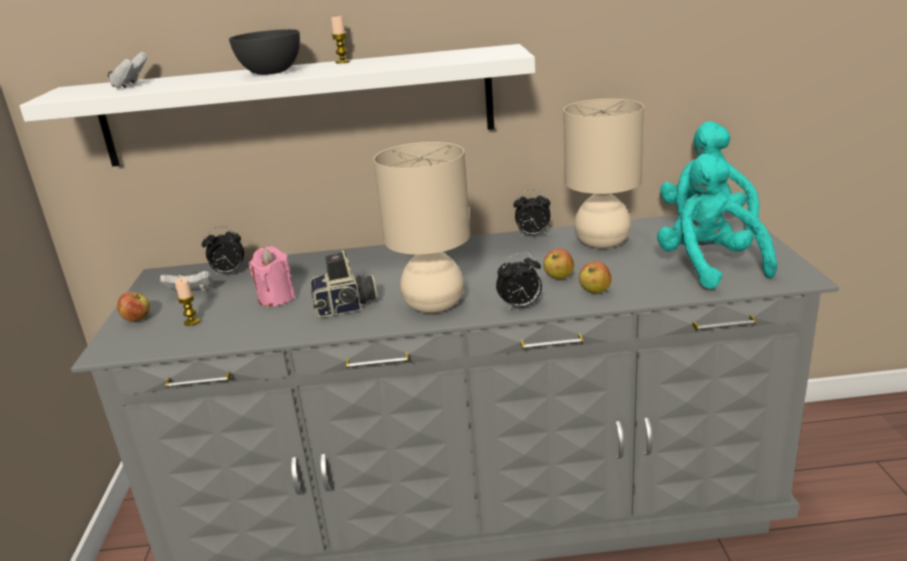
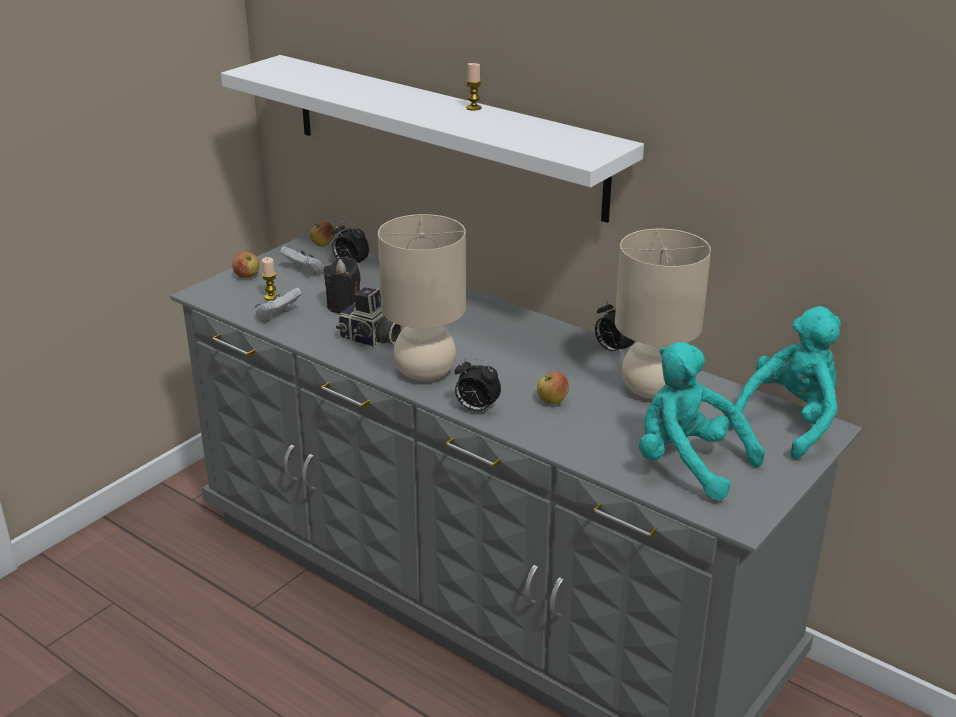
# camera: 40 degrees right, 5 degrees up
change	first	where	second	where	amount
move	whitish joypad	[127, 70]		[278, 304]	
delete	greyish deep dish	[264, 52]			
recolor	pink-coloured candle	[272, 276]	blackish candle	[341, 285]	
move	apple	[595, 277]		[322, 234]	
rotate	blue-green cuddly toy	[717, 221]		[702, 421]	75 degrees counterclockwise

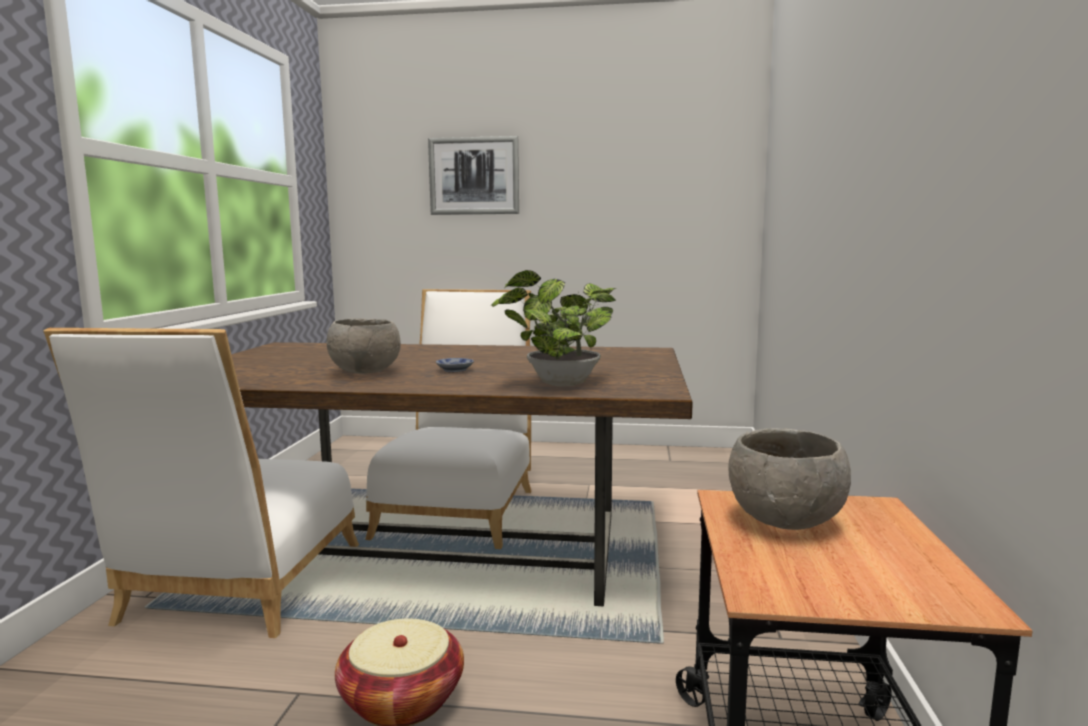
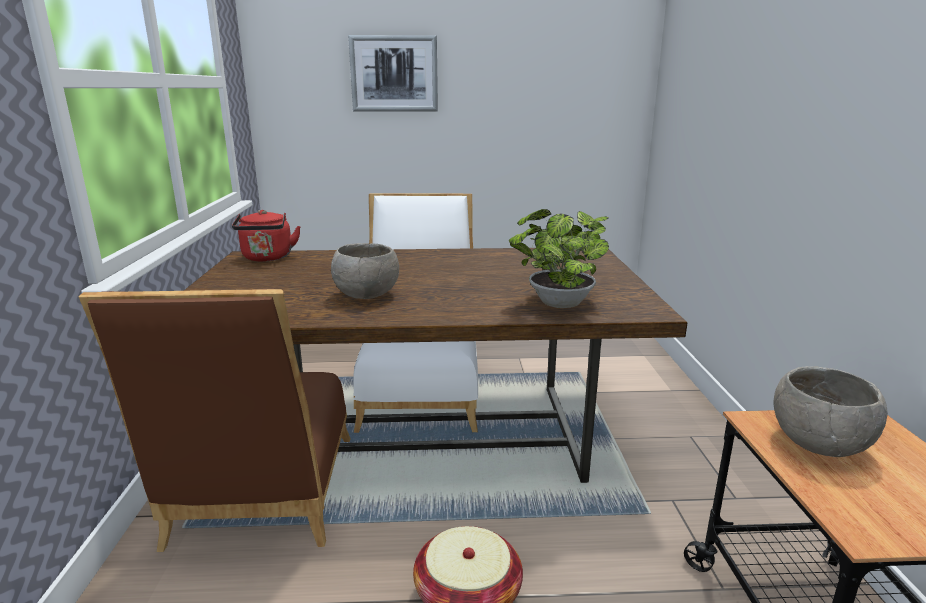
# camera: 10 degrees left, 10 degrees up
change	first	where	second	where	amount
recolor	whitish plain chair	[201, 483]	brown plain chair	[214, 420]	
delete	deep dish	[455, 365]			
insert			red kettle	[266, 235]	

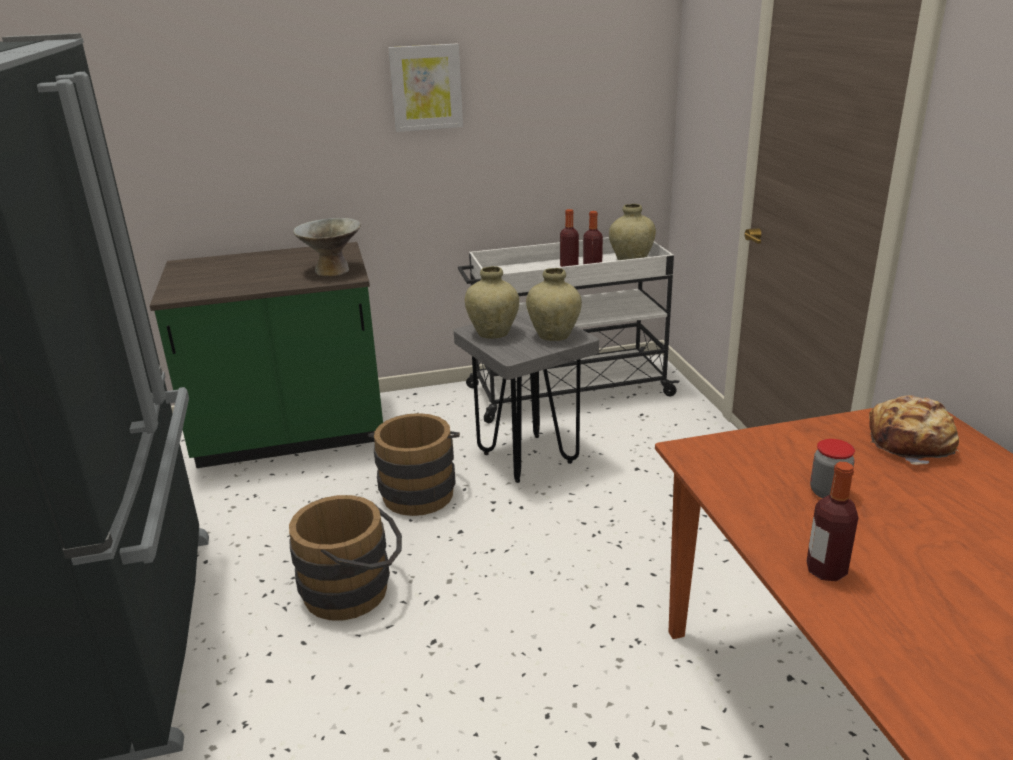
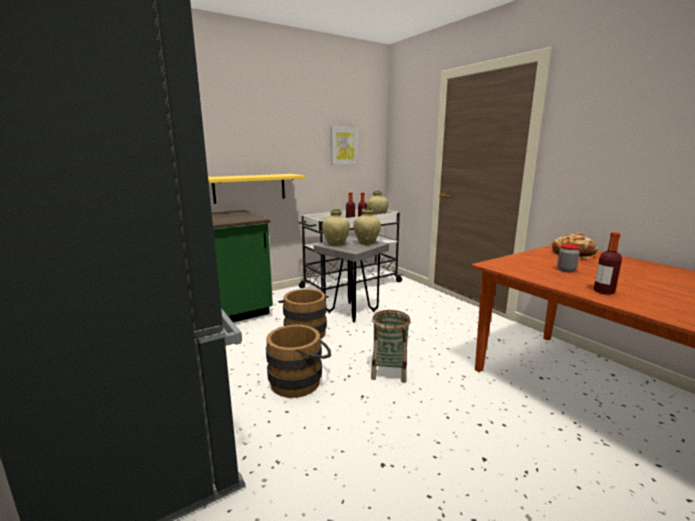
# camera: 20 degrees left, 10 degrees down
change	first	where	second	where	amount
delete	greyish deep dish	[327, 247]			
move	wall picture	[425, 88]		[344, 146]	
insert			yellow bracket shelf	[256, 189]	
insert			basket	[391, 346]	

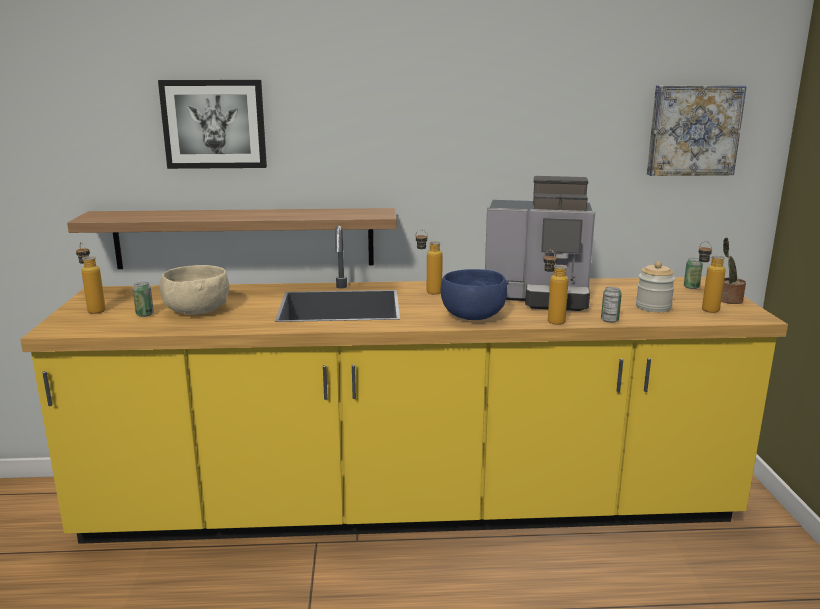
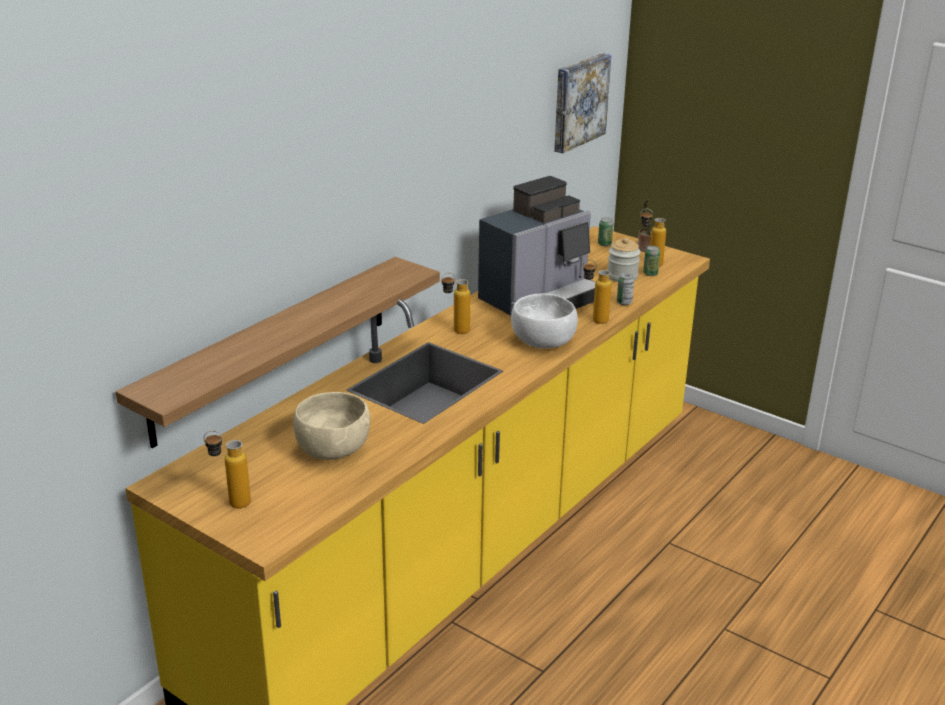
# camera: 50 degrees left, 10 degrees up
change	first	where	second	where	amount
move	sealed can	[143, 299]		[651, 261]	
delete	wall picture	[212, 124]			
recolor	blue deep dish	[475, 294]	whitish deep dish	[544, 320]	

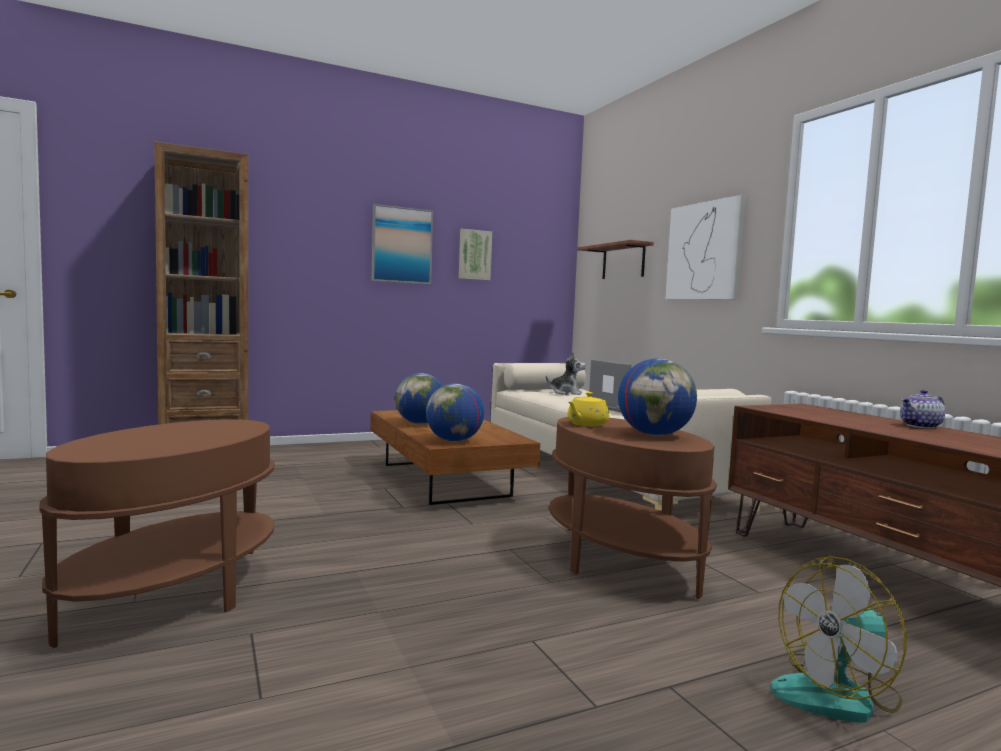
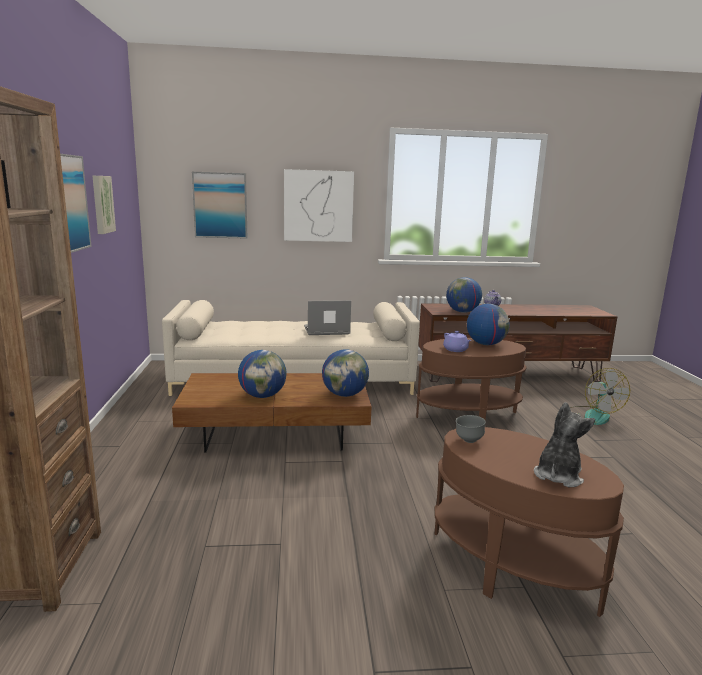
# camera: 70 degrees left, 10 degrees up
change	first	where	second	where	amount
move	cuddly toy	[566, 373]		[564, 444]	
recolor	yellow pot for tea	[588, 409]	purple-coloured pot for tea	[457, 341]	
replace	bracket shelf	[615, 259]	wall picture	[219, 205]	
insert			desk globe	[464, 295]	
insert			greyish deep dish	[471, 429]	

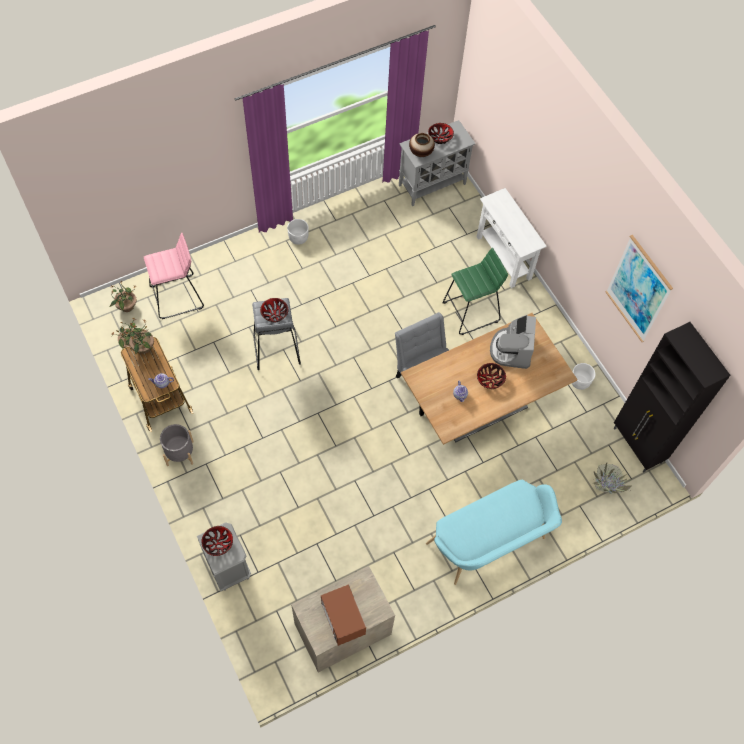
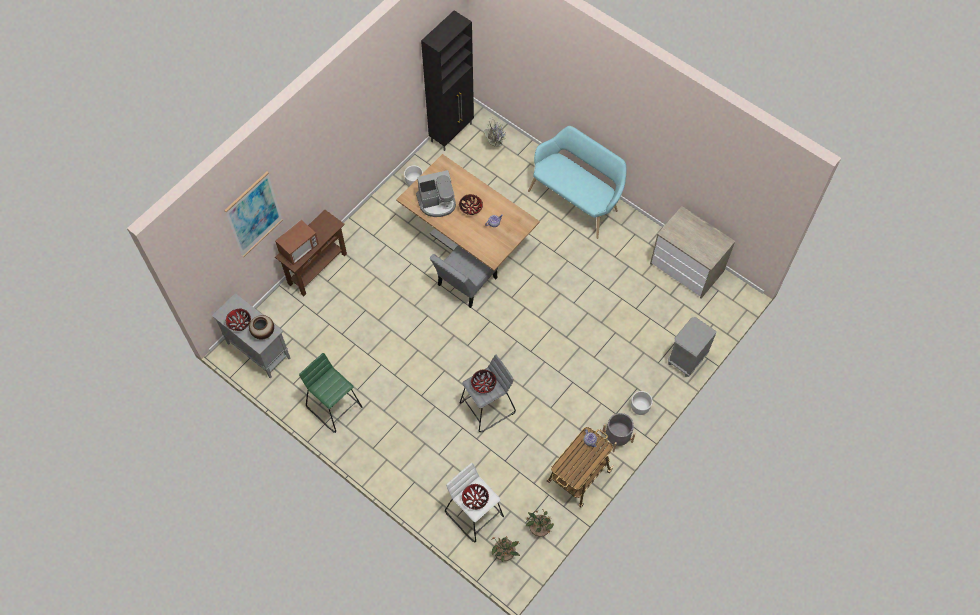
# camera: 110 degrees left, 0 degrees up
change	first	where	second	where	amount
delete	potted plant	[139, 337]			
recolor	pink-coloured stool seat	[174, 276]	whitish stool seat	[474, 502]	
move	deep dish	[217, 541]		[475, 497]	
move	whitish flower pot	[298, 232]		[642, 403]	
move	kitchen microwave	[343, 615]		[297, 242]	
move	green stool seat	[475, 291]		[331, 393]	
recolor	whitish narrow table	[512, 238]	brown narrow table	[311, 253]	
move	wall picture	[639, 288]		[253, 215]	

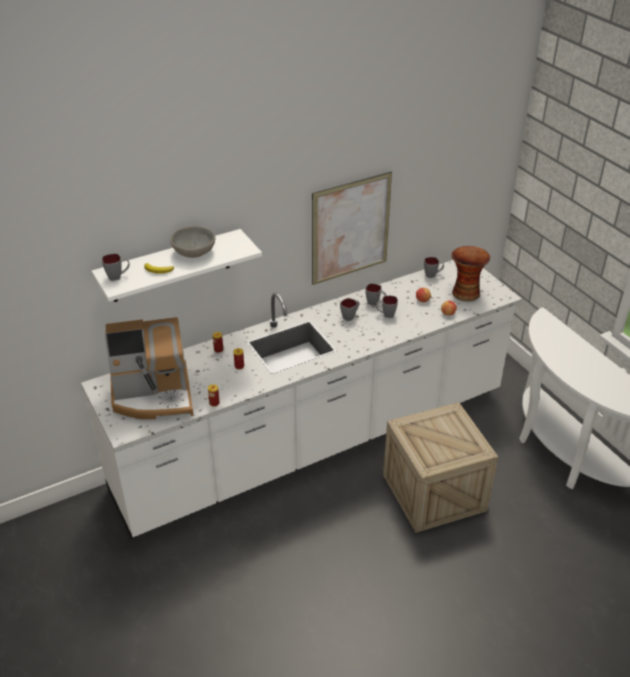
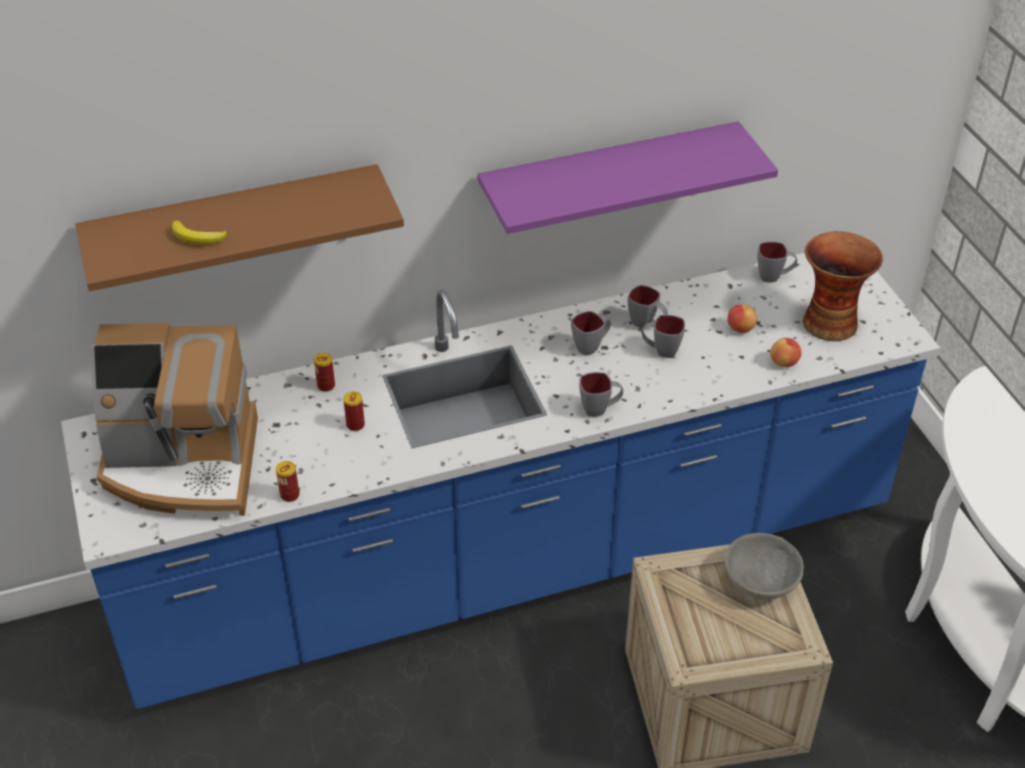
# camera: 10 degrees right, 5 degrees up
change	first	where	second	where	amount
recolor	whitish kitchen base unit	[301, 399]	blue kitchen base unit	[500, 481]	
recolor	whitish bracket shelf	[177, 265]	brown bracket shelf	[239, 227]	
move	greyish mug	[116, 267]		[601, 394]	
move	greyish deep dish	[193, 242]		[764, 566]	
replace	wall picture	[352, 228]	purple-coloured bracket shelf	[627, 177]	

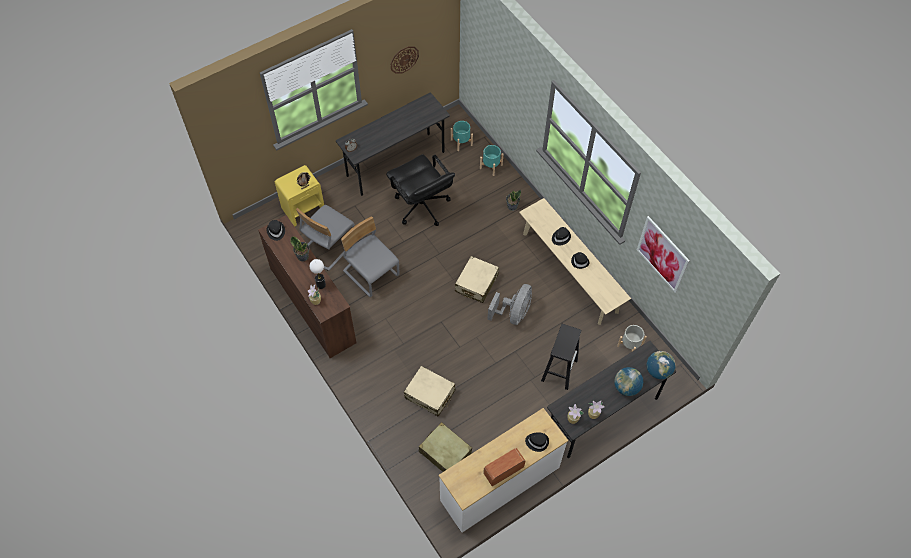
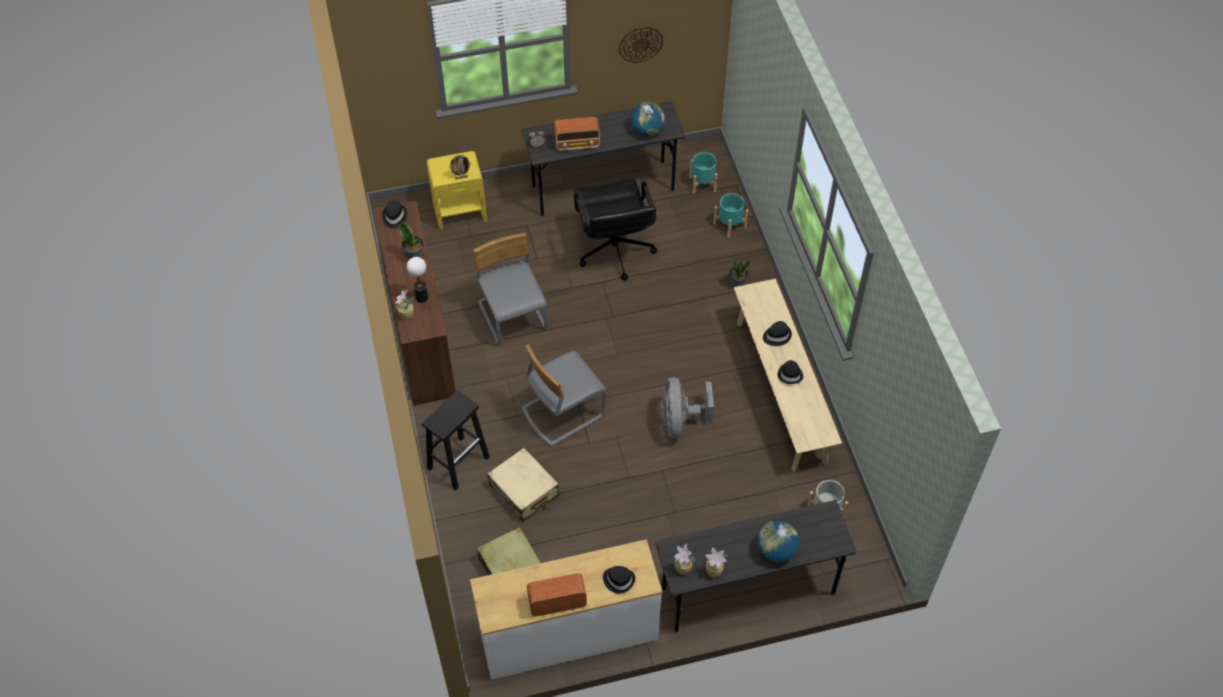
# camera: 20 degrees right, 5 degrees down
change	first	where	second	where	amount
move	greyish plain chair	[325, 238]		[564, 395]	
delete	beige suitcase	[477, 279]			
rotate	greyish fan	[509, 304]		[687, 407]	135 degrees clockwise
move	blackish stool seat	[561, 357]		[456, 440]	
delete	wall picture	[663, 254]			
move	desk globe	[661, 365]		[648, 119]	
insert			radio receiver	[577, 134]	

